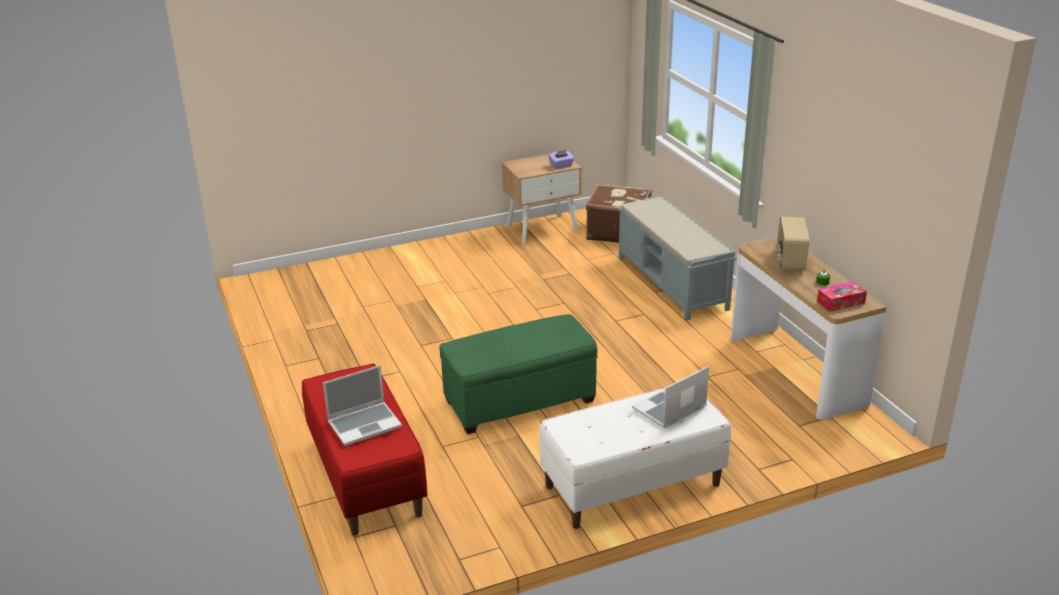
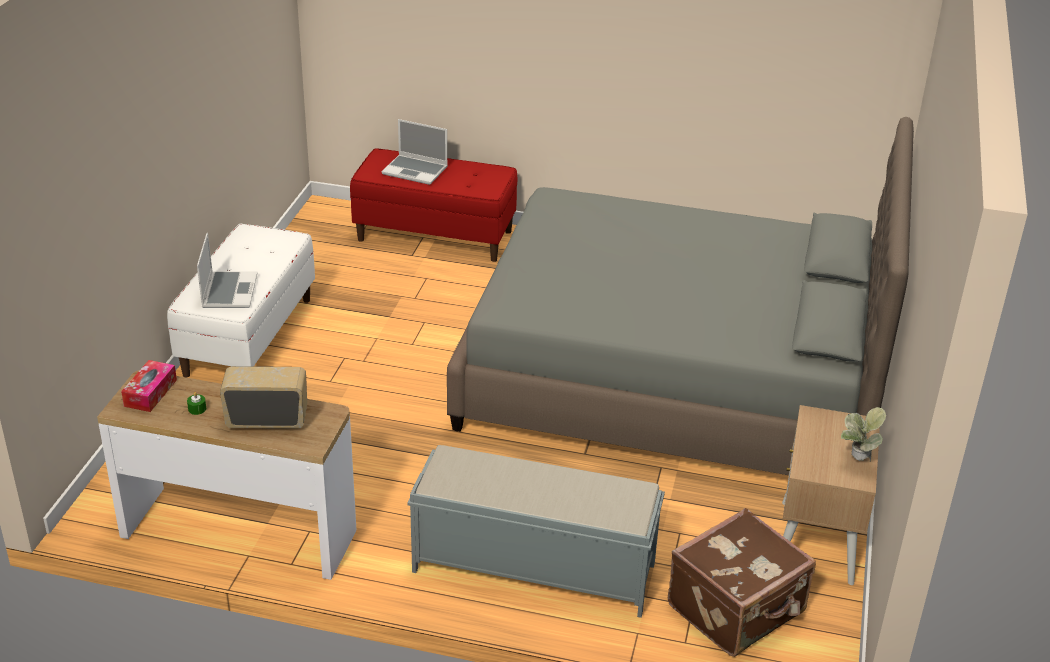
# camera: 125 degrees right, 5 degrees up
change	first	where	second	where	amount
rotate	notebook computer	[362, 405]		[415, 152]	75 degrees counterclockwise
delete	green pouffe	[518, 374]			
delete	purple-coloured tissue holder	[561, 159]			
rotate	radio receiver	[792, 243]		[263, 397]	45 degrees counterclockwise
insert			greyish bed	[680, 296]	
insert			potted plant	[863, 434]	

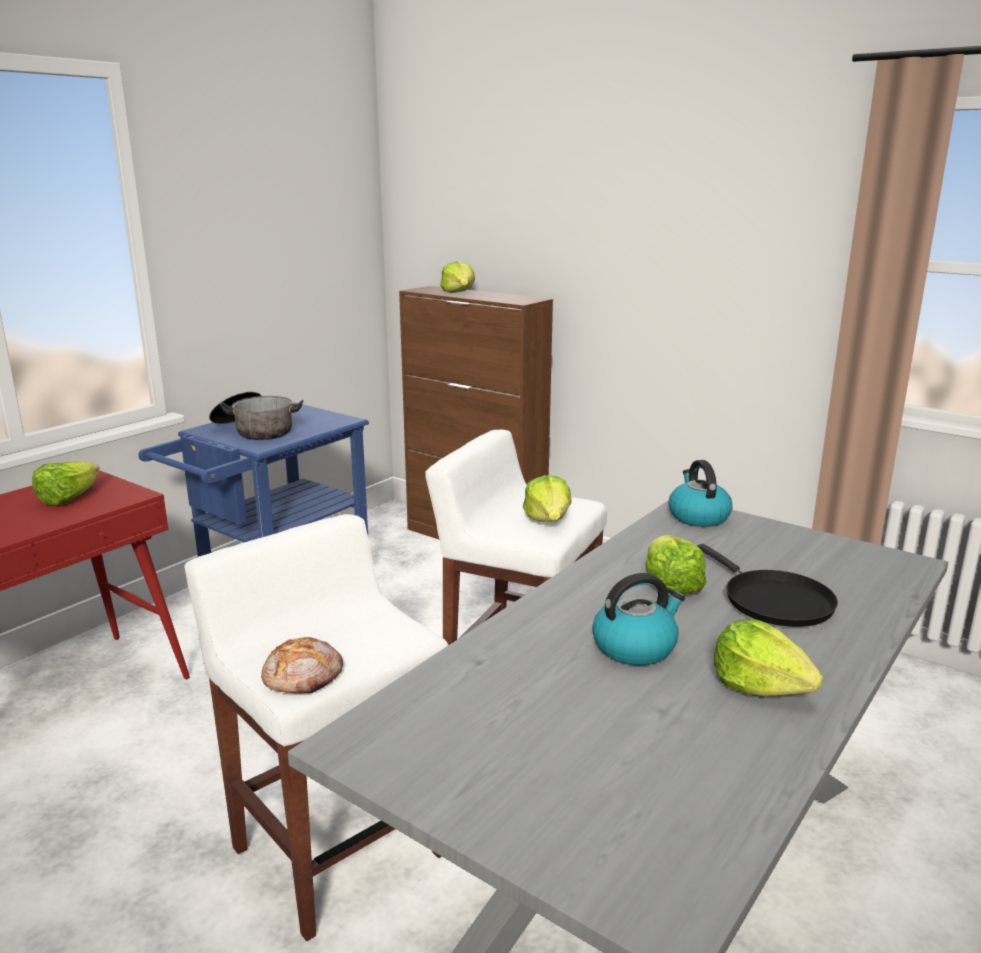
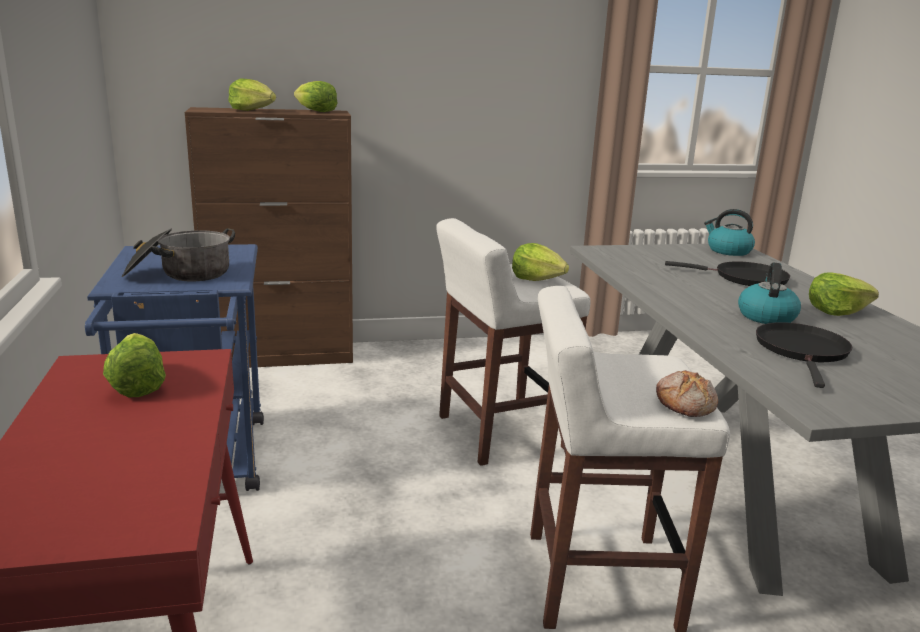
# camera: 50 degrees left, 0 degrees up
change	first	where	second	where	amount
move	lettuce head	[676, 564]		[316, 96]	
move	kettle	[701, 493]		[729, 232]	
insert			blackish pan	[804, 355]	

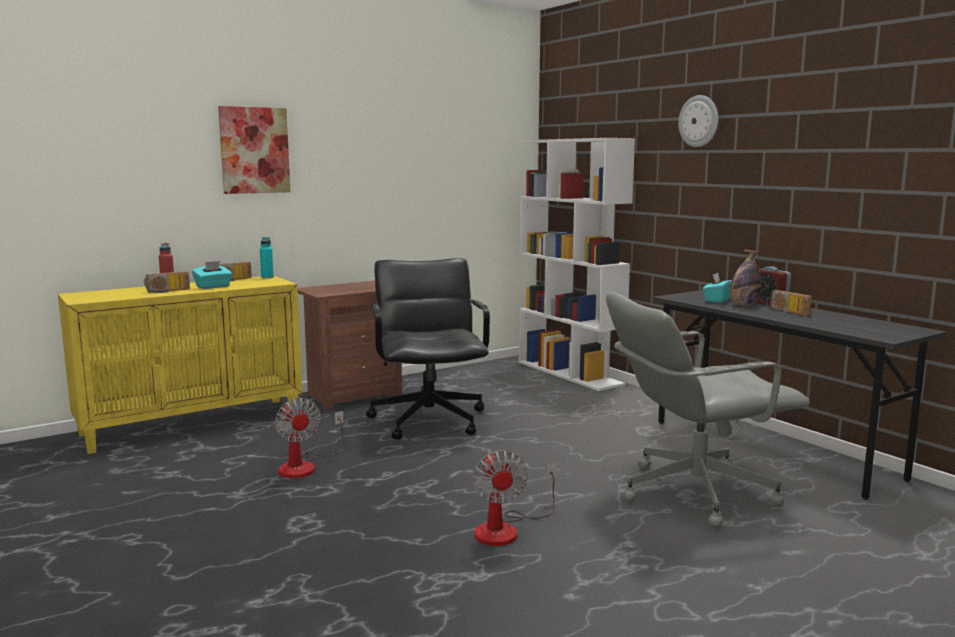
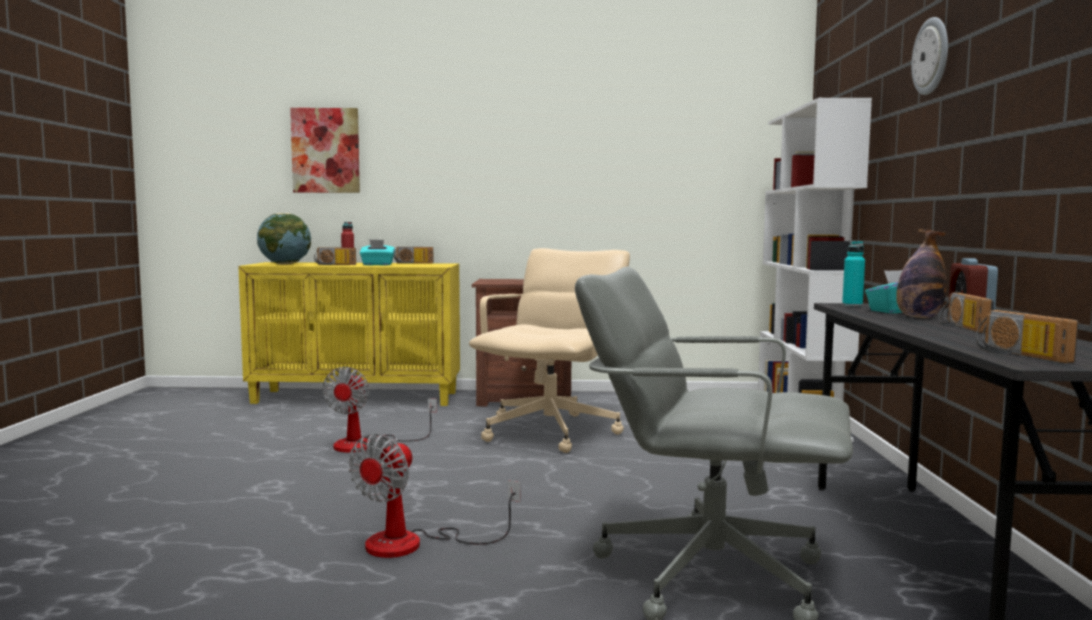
# camera: 35 degrees right, 5 degrees down
change	first	where	second	where	amount
move	wall picture	[254, 150]		[325, 150]	
move	blue-green beverage bottle	[267, 258]		[853, 274]	
recolor	blackish office chair	[428, 349]	beige office chair	[549, 350]	
insert			desk globe	[284, 238]	
insert			radio receiver	[1027, 336]	

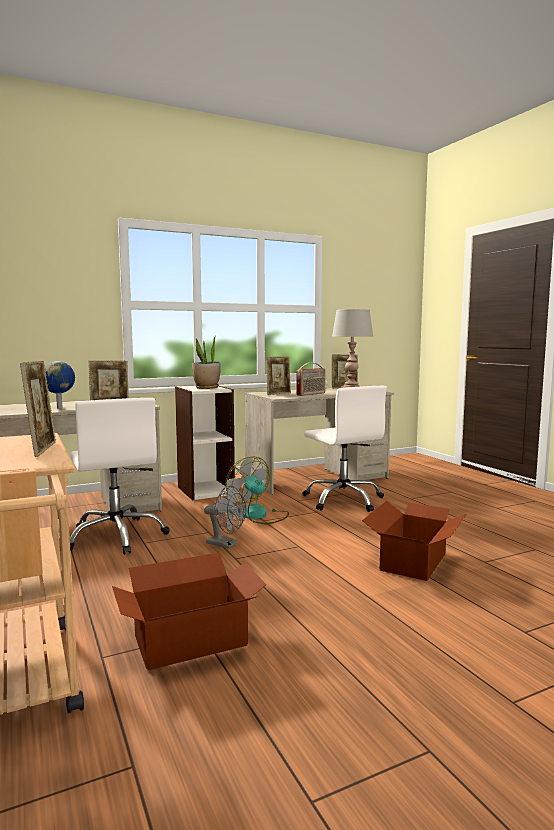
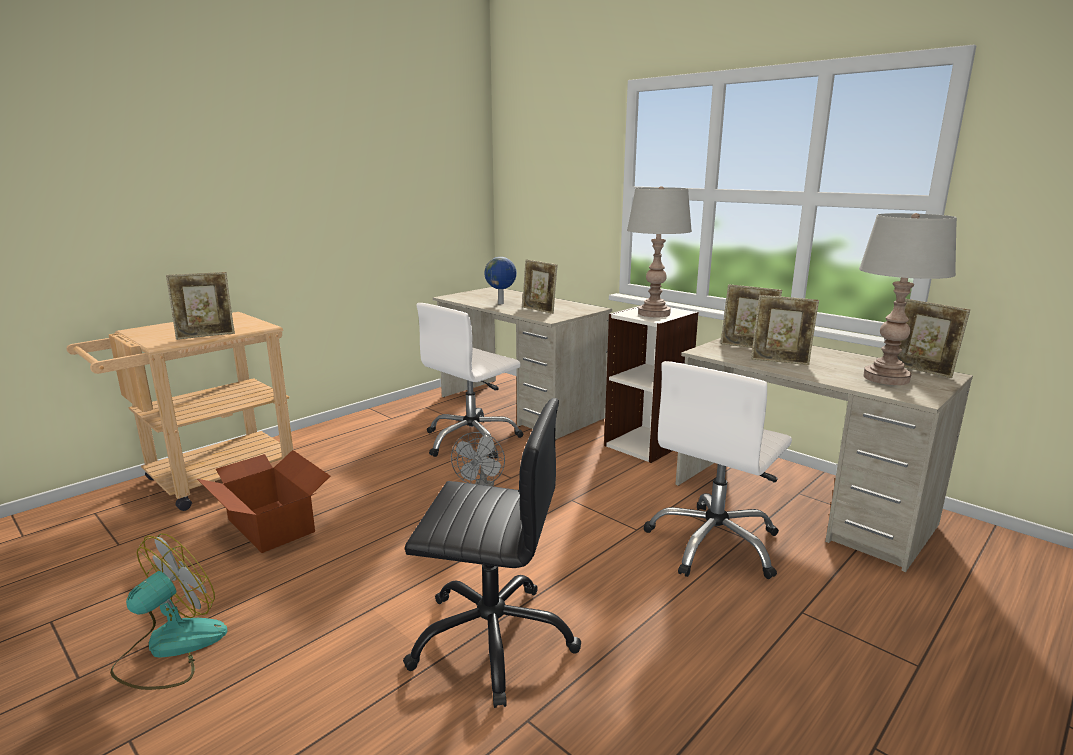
# camera: 70 degrees right, 10 degrees up
change	first	where	second	where	amount
replace	potted plant	[206, 362]	greyish tabletop lamp	[659, 251]	
move	fan	[257, 490]		[168, 611]	
replace	radio receiver	[311, 379]	standing frame	[785, 330]	
replace	packing box	[414, 541]	blackish office chair	[492, 553]	

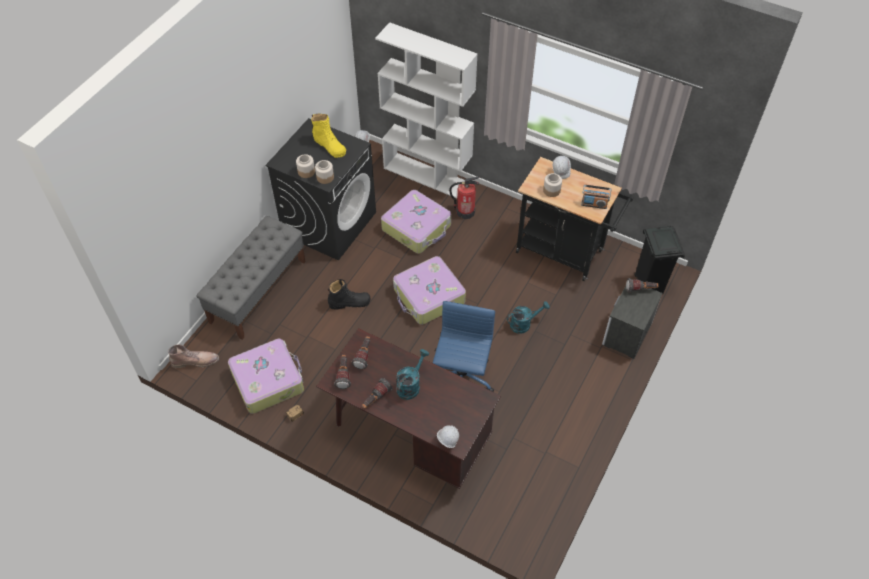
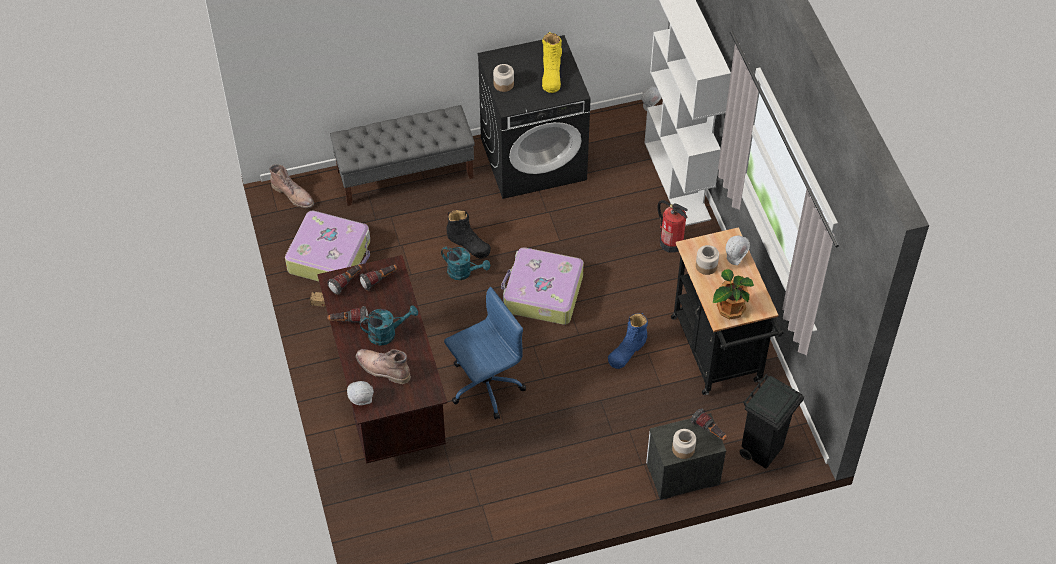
# camera: 45 degrees right, 0 degrees up
change	first	where	second	where	amount
move	storage jar	[324, 172]		[684, 444]	
delete	suitcase	[416, 221]			
move	blue-green watering can	[528, 317]		[465, 263]	
replace	radio receiver	[596, 197]	potted plant	[733, 294]	
insert			brown boot	[383, 366]	
insert			blue boot	[628, 340]	

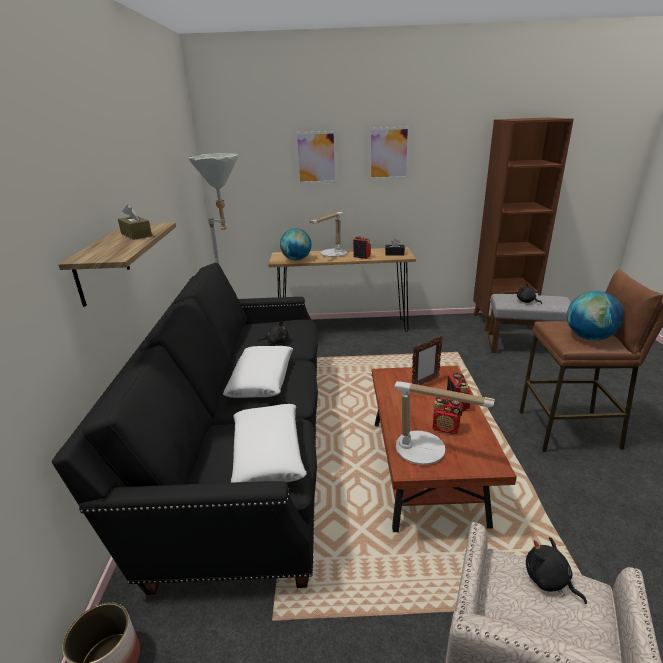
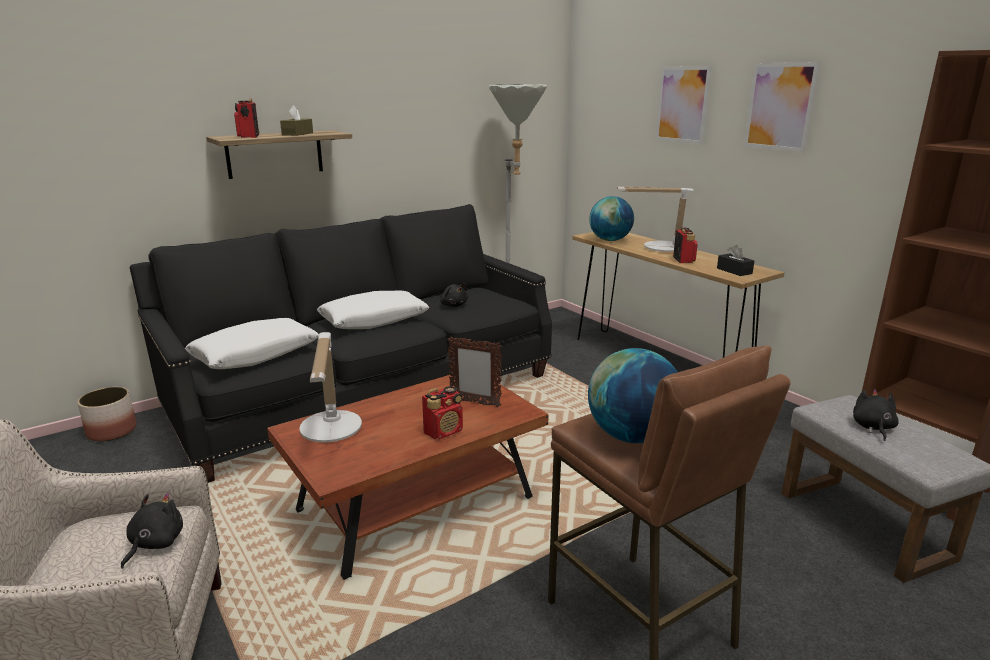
# camera: 55 degrees right, 5 degrees down
change	first	where	second	where	amount
move	radio receiver	[448, 415]		[246, 118]	

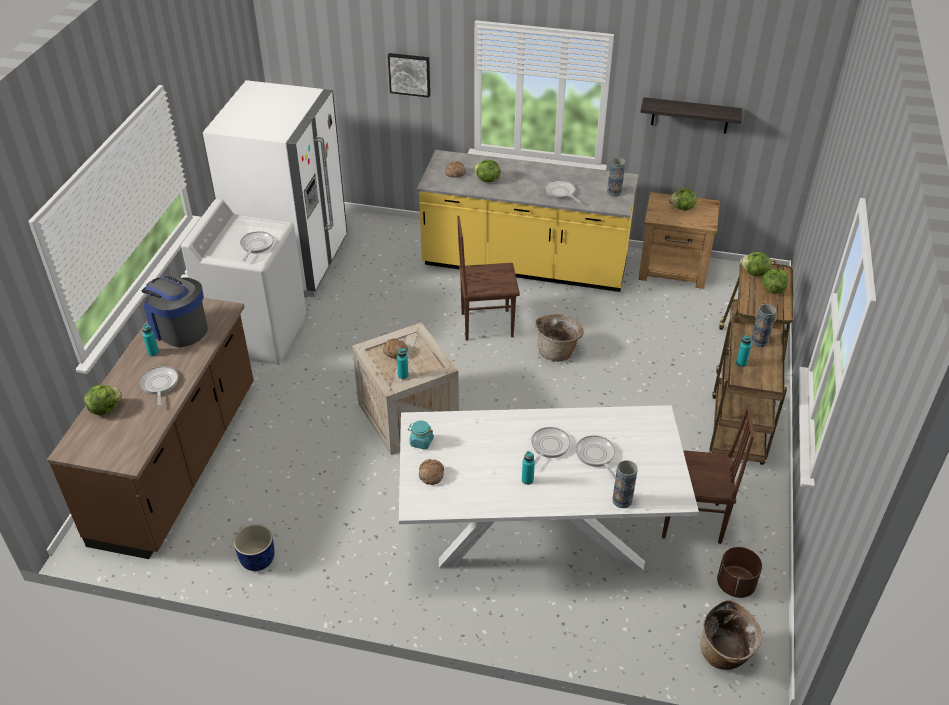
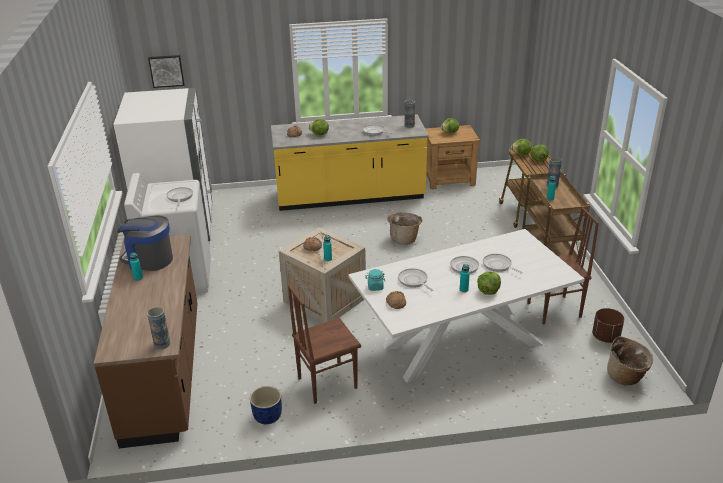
# camera: 20 degrees left, 10 degrees down
change	first	where	second	where	amount
move	lettuce head	[103, 400]		[489, 283]	
move	pan	[158, 386]		[415, 279]	
move	wall picture	[409, 75]		[166, 71]	
move	brown plain chair	[488, 278]		[324, 344]	
move	decorative vase	[625, 484]		[158, 328]	
delete	bracket shelf	[691, 115]			

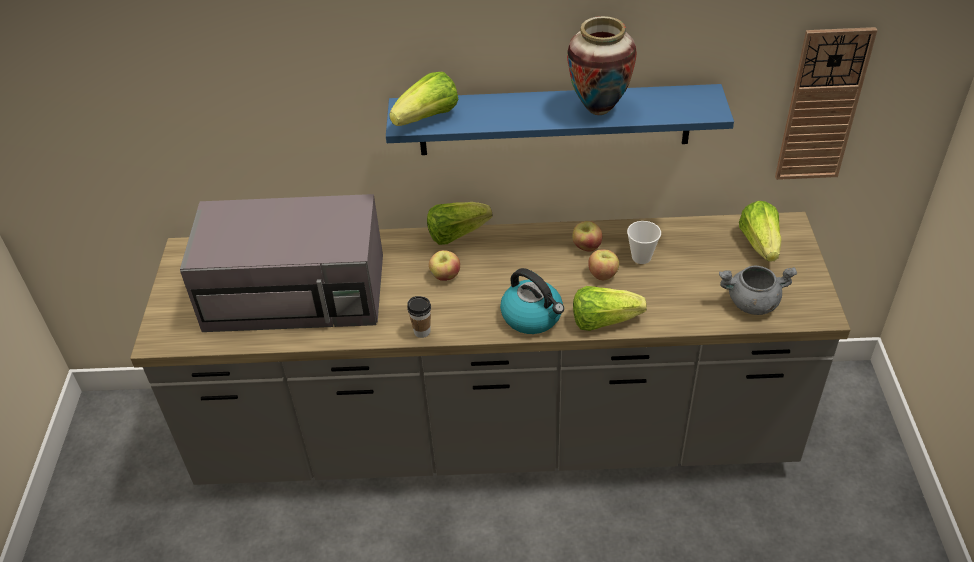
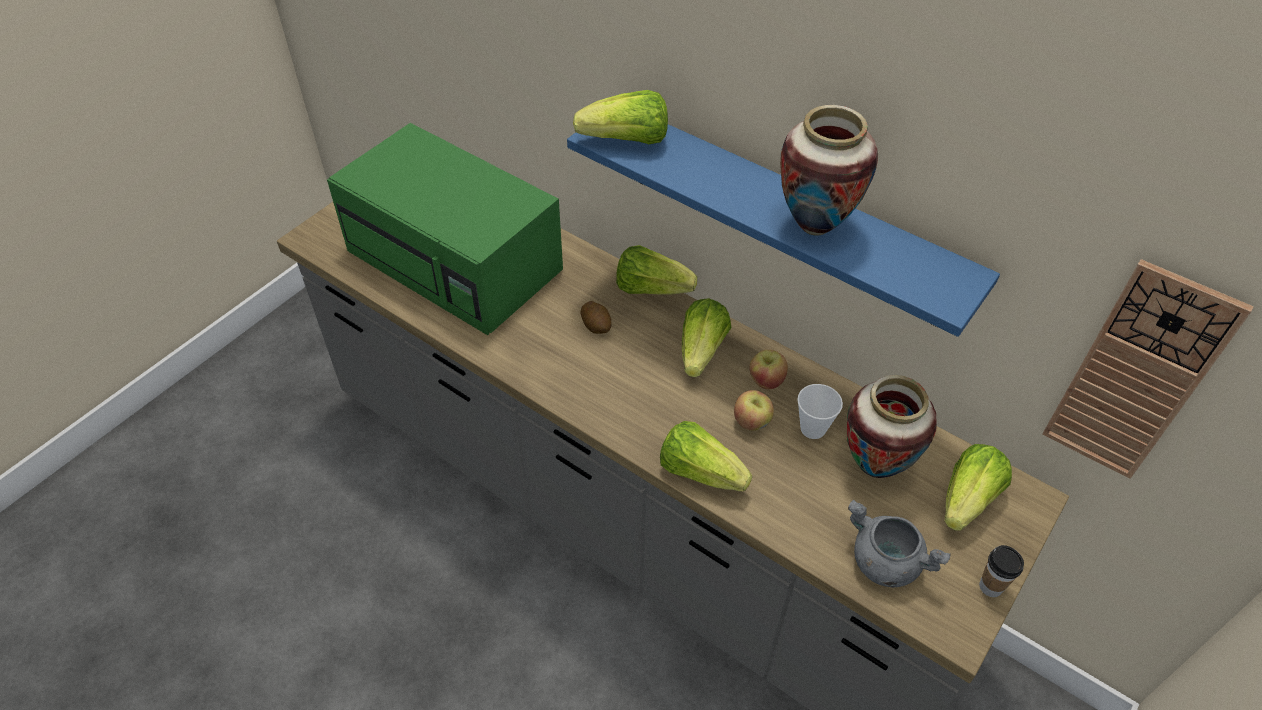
# camera: 35 degrees right, 5 degrees up
change	first	where	second	where	amount
recolor	greyish kitchen microwave	[281, 263]	green kitchen microwave	[445, 229]	
move	cup	[419, 317]		[1001, 571]	
replace	apple	[444, 265]	whole potato	[596, 317]	
delete	kettle	[532, 301]			
insert			lettuce head	[707, 337]	
insert			decorative vase	[892, 426]	

